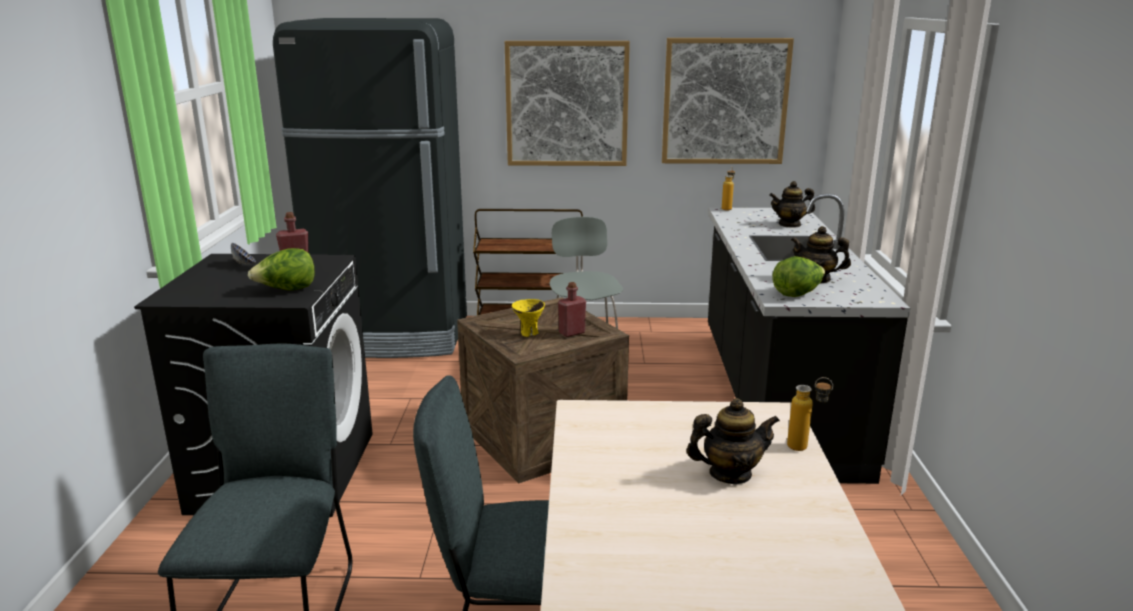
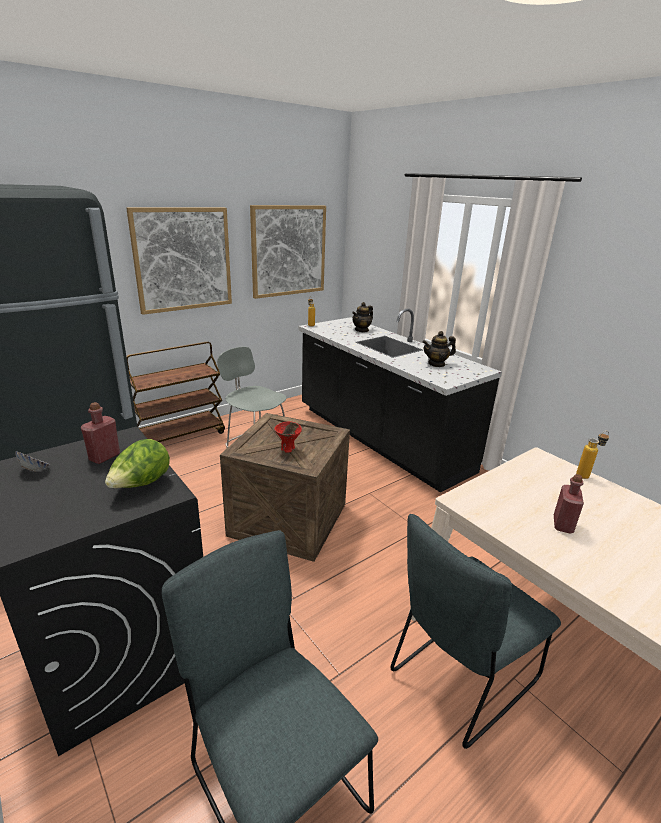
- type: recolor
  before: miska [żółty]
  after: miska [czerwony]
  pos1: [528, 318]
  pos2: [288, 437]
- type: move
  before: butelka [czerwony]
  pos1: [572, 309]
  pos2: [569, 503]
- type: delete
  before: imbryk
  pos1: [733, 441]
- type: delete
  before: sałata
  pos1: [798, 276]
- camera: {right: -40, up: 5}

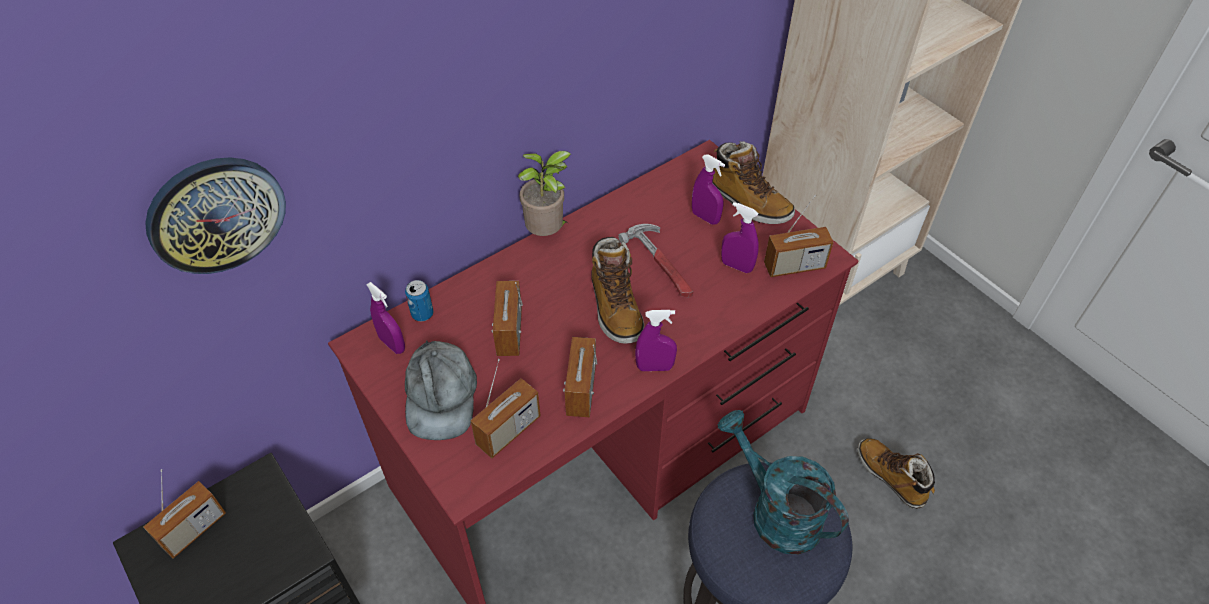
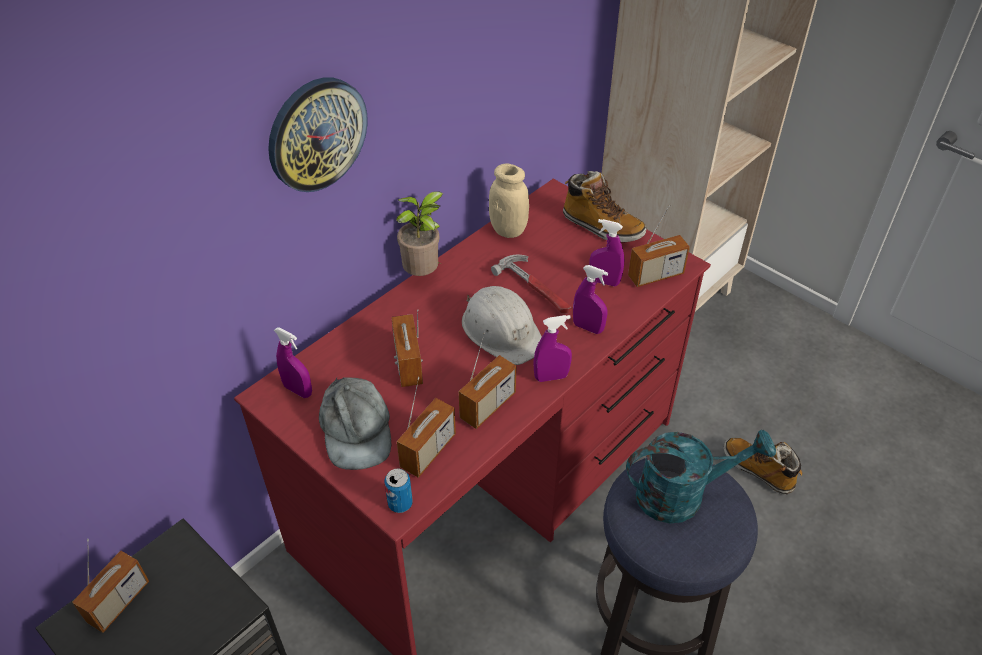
- type: move
  before: zegar ścienny
  pos1: [215, 215]
  pos2: [318, 134]
- type: move
  before: puszka
  pos1: [419, 300]
  pos2: [399, 490]
- type: rotate
  before: radio
  pos1: [580, 377]
  pos2: [487, 380]
  turn: -135
- type: replace
  before: but z cholewką
  after: kask [biały]
  pos1: [618, 290]
  pos2: [502, 325]
- type: insert
  after: słoik [beżowy]
  pos2: [509, 201]
- type: move
  before: spryskiwacz [fioletowy]
  pos1: [708, 190]
  pos2: [590, 299]
- type: rotate
  before: konewka [turkusowy]
  pos1: [783, 482]
  pos2: [701, 476]
  turn: 135
- camera: {right: -10, up: -5}

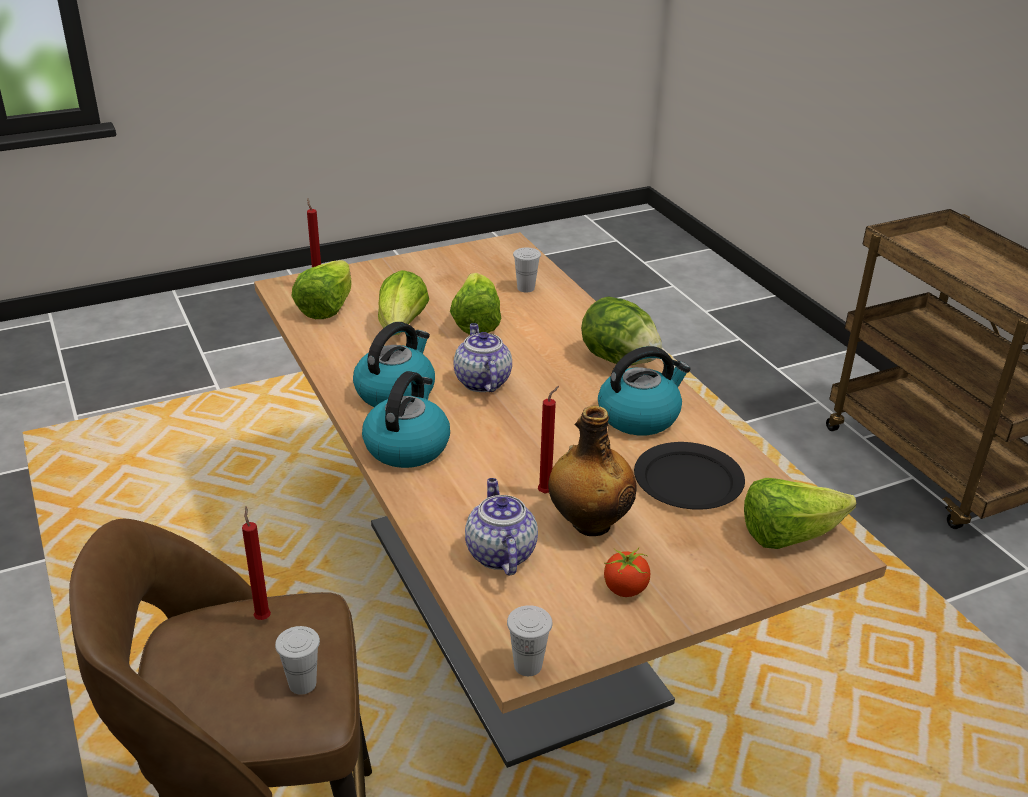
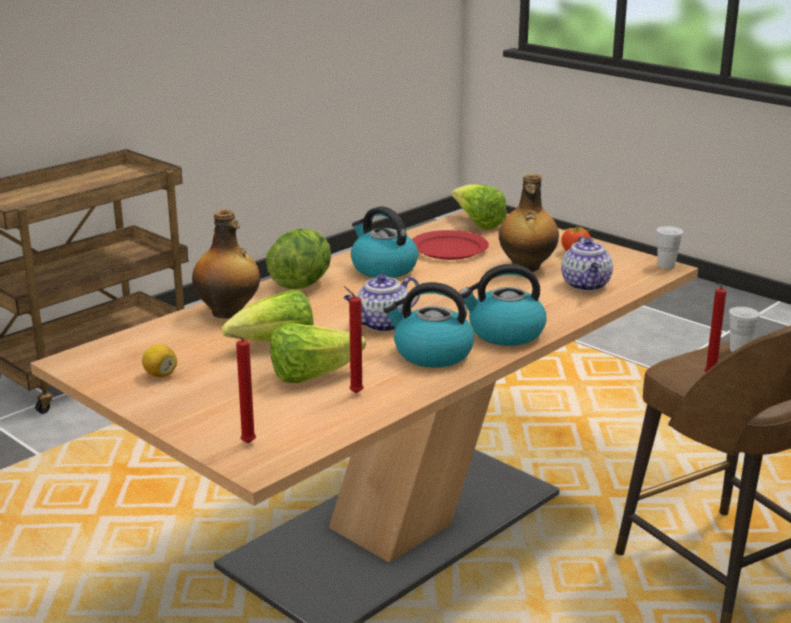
- type: insert
  after: cytryna
  pos2: [159, 360]
- type: insert
  after: butelka
  pos2: [226, 264]
- type: move
  before: świeca [czerwony]
  pos1: [548, 439]
  pos2: [354, 339]
- type: recolor
  before: talerz [czarny]
  after: talerz [czerwony]
  pos1: [689, 476]
  pos2: [450, 245]
- type: rotate
  before: imbryk
  pos1: [501, 527]
  pos2: [587, 263]
  turn: -60
- type: delete
  before: sałata
  pos1: [321, 289]
- type: delete
  before: filiżanka [biały]
  pos1: [527, 270]
- camera: {right: -110, up: -10}

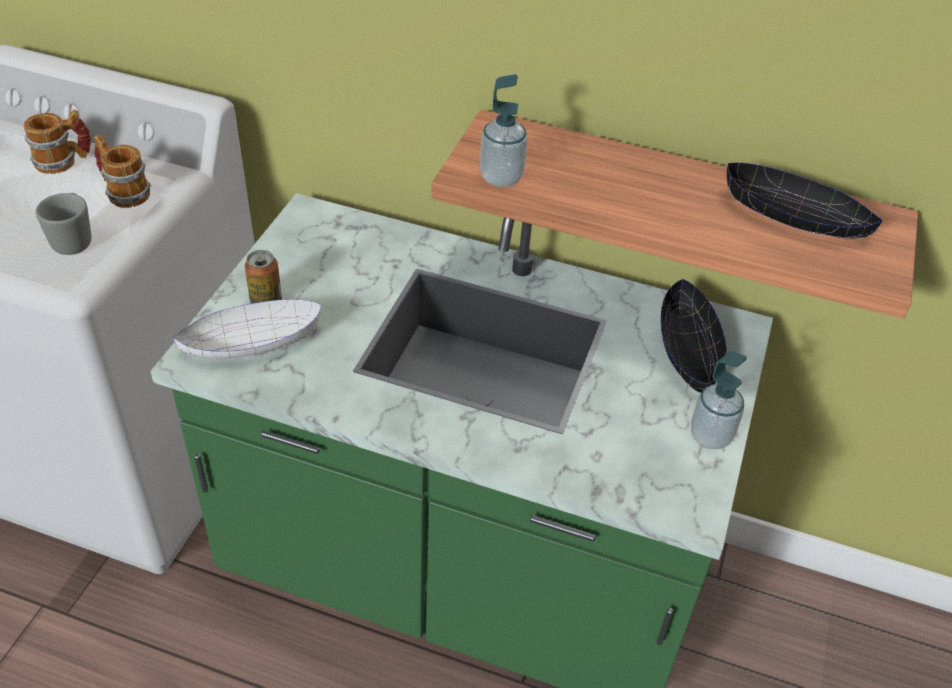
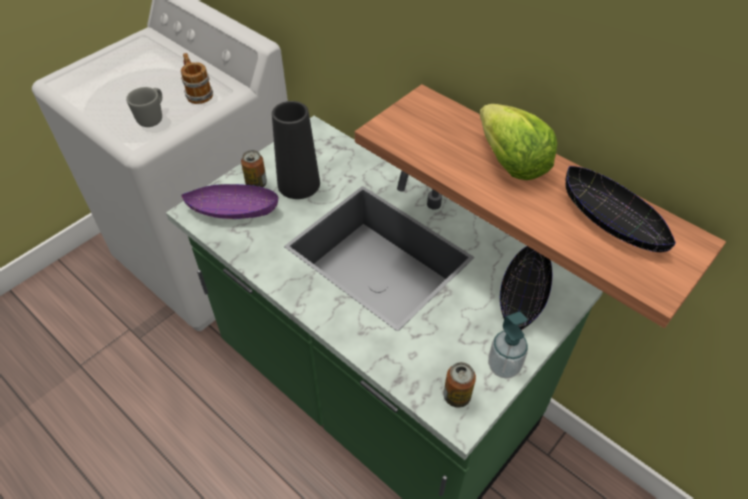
- type: recolor
  before: miska [biały]
  after: miska [fioletowy]
  pos1: [247, 328]
  pos2: [229, 201]
- type: insert
  after: wazon [czarny]
  pos2: [296, 150]
- type: insert
  after: puszka
  pos2: [459, 385]
- type: insert
  after: sałata
  pos2: [518, 142]
- type: delete
  before: kubek
  pos1: [57, 142]
- type: delete
  before: dozownik mydła
  pos1: [504, 130]
- camera: {right: 25, up: 5}

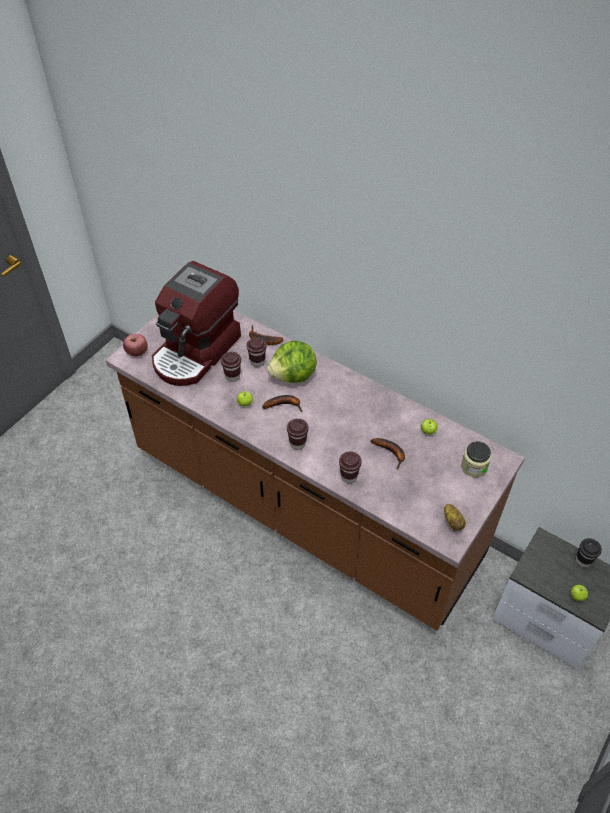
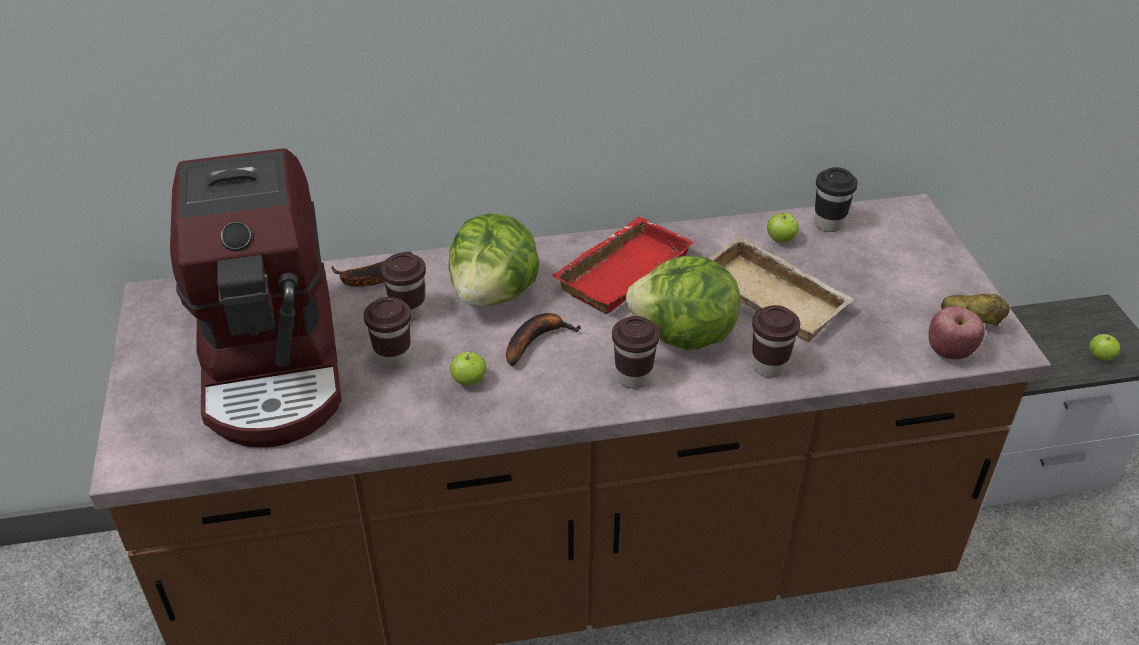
- type: insert
  after: taca [czerwony]
  pos2: [622, 265]
- type: insert
  after: sałata
  pos2: [683, 303]
- type: replace
  before: banan
  after: taca [beżowy]
  pos1: [388, 453]
  pos2: [782, 289]
- type: move
  before: filiżanka [czarny]
  pos1: [589, 552]
  pos2: [836, 199]
- type: move
  before: jabłko
  pos1: [135, 345]
  pos2: [956, 332]
- type: delete
  before: słoik
  pos1: [476, 459]
- camera: {right: -45, up: -10}

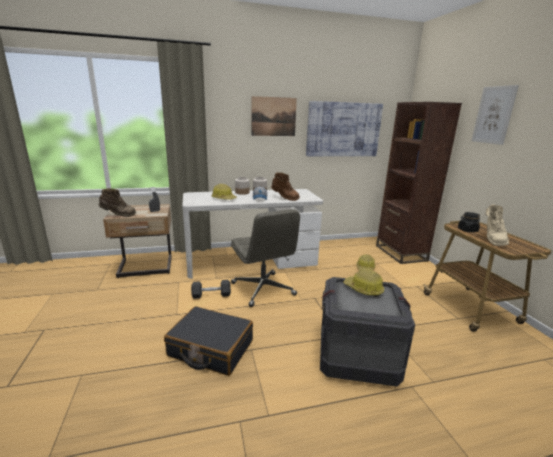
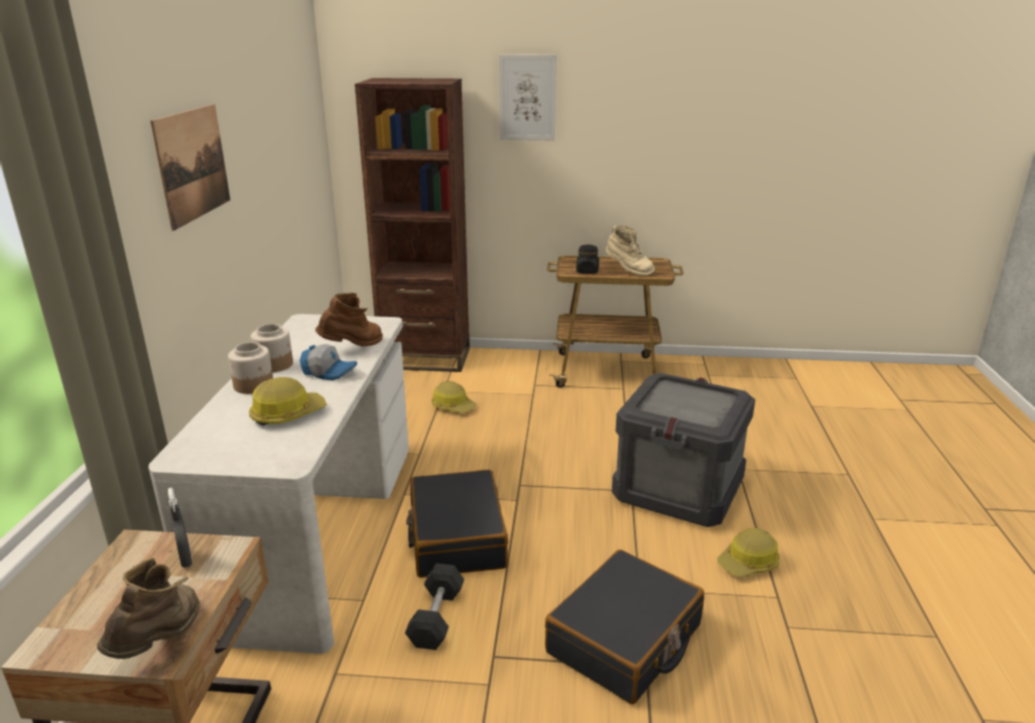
- type: replace
  before: krzesło biurowe [szary]
  after: walizka [czarny]
  pos1: [265, 258]
  pos2: [457, 524]
- type: move
  before: kask
  pos1: [363, 283]
  pos2: [748, 552]
- type: delete
  before: obraz
  pos1: [344, 128]
- camera: {right: -70, up: 5}

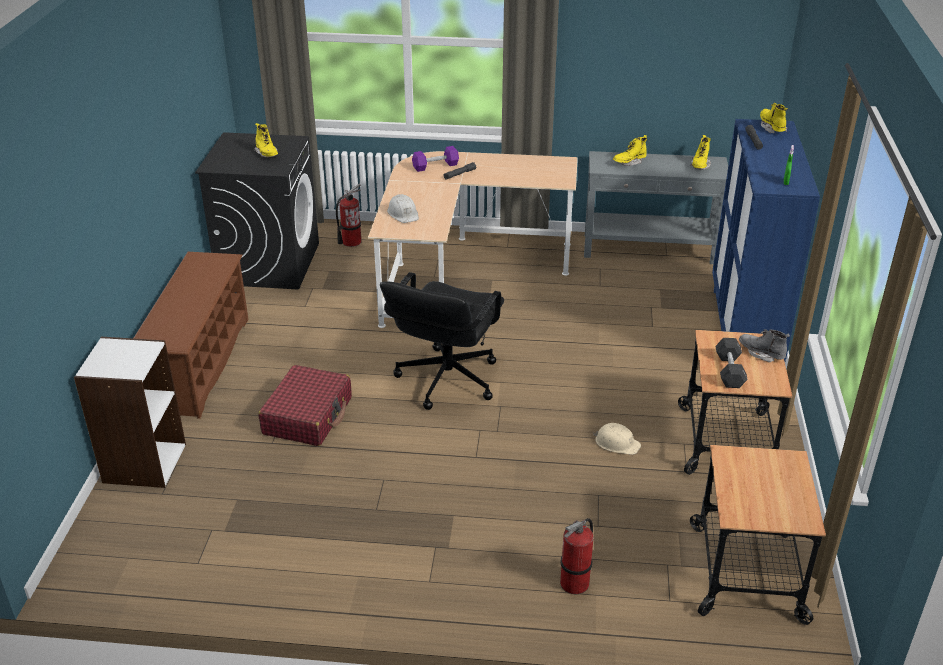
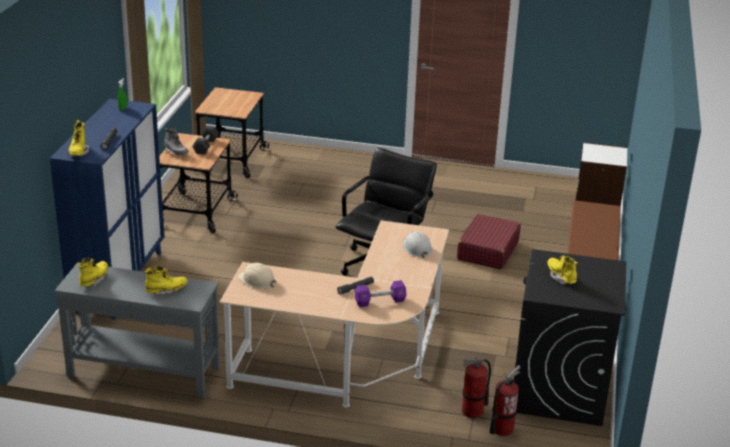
- type: move
  before: kask [beżowy]
  pos1: [617, 439]
  pos2: [256, 276]
- type: move
  before: gaśnica
  pos1: [577, 556]
  pos2: [505, 400]
- camera: {right: -175, up: -5}

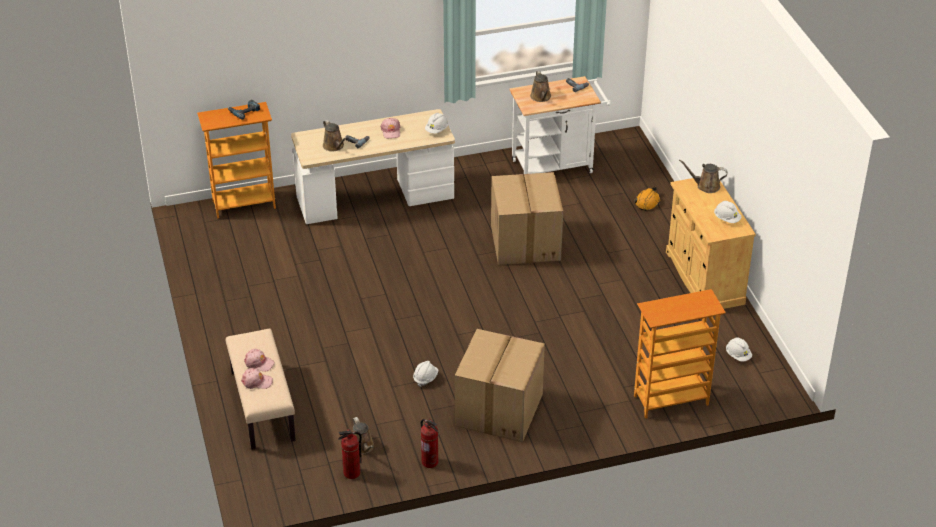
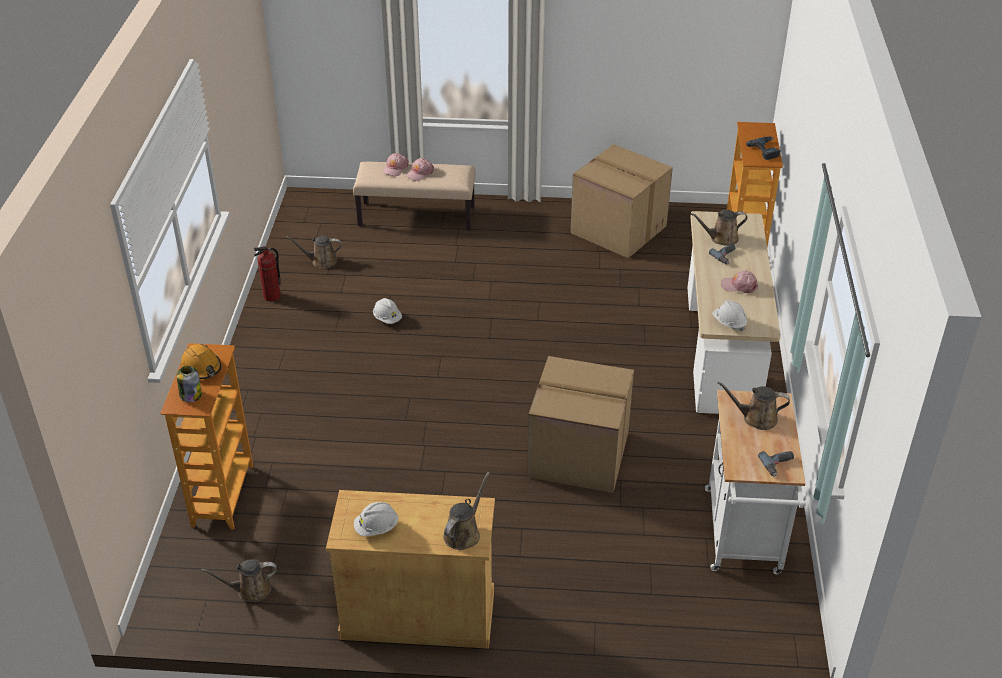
- type: insert
  after: słoik
  pos2: [189, 384]
- type: move
  before: kask [pomarańczowy]
  pos1: [647, 198]
  pos2: [201, 361]
- type: replace
  before: kask [biały]
  after: konewka [brązowy]
  pos1: [739, 349]
  pos2: [238, 580]
- type: move
  before: karton
  pos1: [500, 385]
  pos2: [621, 201]
- type: delete
  before: gaśnica
  pos1: [350, 454]
- camera: {right: 110, up: 0}

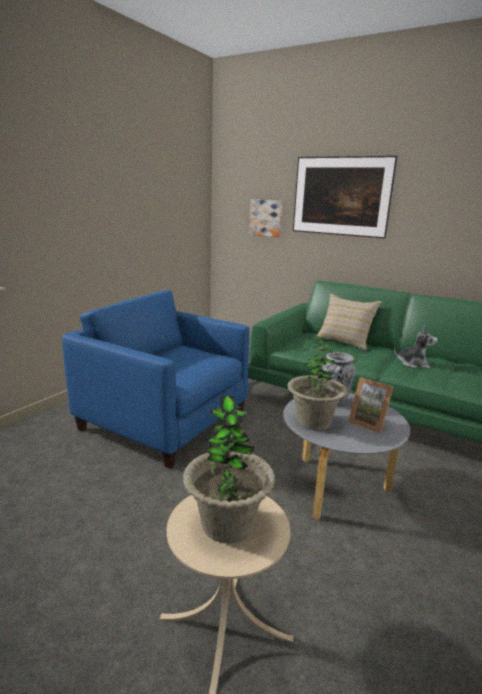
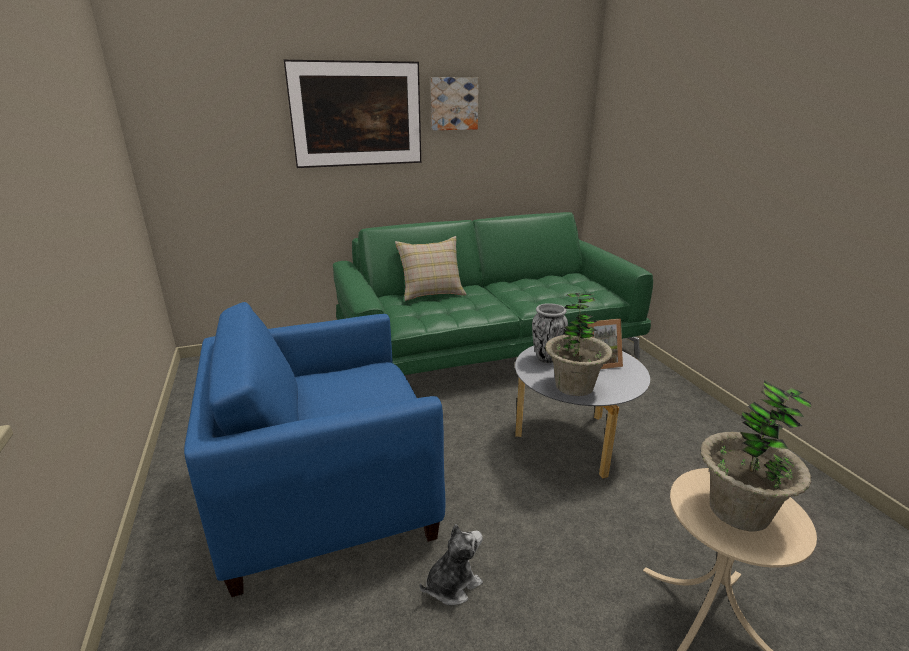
- type: move
  before: pluszak
  pos1: [416, 347]
  pos2: [451, 564]
- type: move
  before: obraz
  pos1: [266, 218]
  pos2: [455, 103]
- camera: {right: -50, up: 5}

